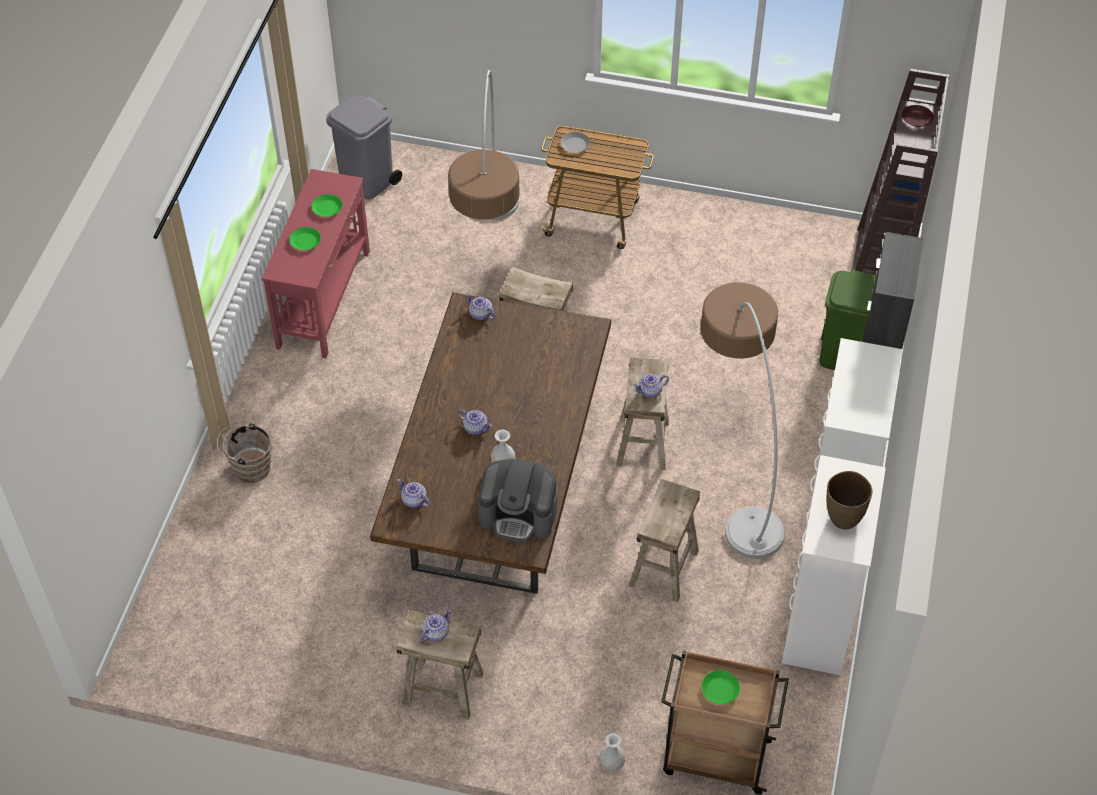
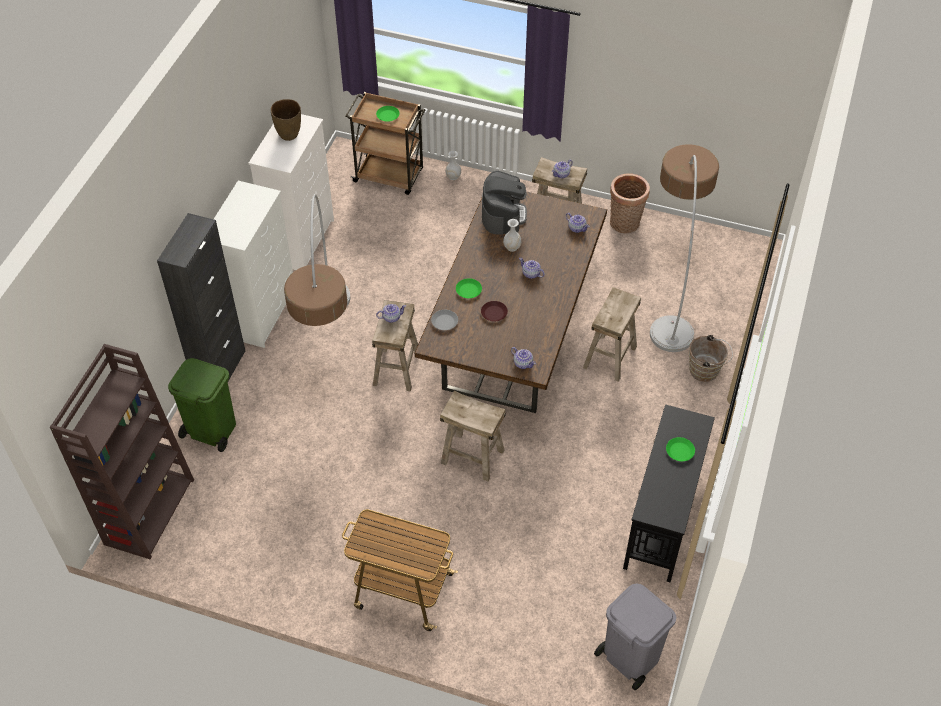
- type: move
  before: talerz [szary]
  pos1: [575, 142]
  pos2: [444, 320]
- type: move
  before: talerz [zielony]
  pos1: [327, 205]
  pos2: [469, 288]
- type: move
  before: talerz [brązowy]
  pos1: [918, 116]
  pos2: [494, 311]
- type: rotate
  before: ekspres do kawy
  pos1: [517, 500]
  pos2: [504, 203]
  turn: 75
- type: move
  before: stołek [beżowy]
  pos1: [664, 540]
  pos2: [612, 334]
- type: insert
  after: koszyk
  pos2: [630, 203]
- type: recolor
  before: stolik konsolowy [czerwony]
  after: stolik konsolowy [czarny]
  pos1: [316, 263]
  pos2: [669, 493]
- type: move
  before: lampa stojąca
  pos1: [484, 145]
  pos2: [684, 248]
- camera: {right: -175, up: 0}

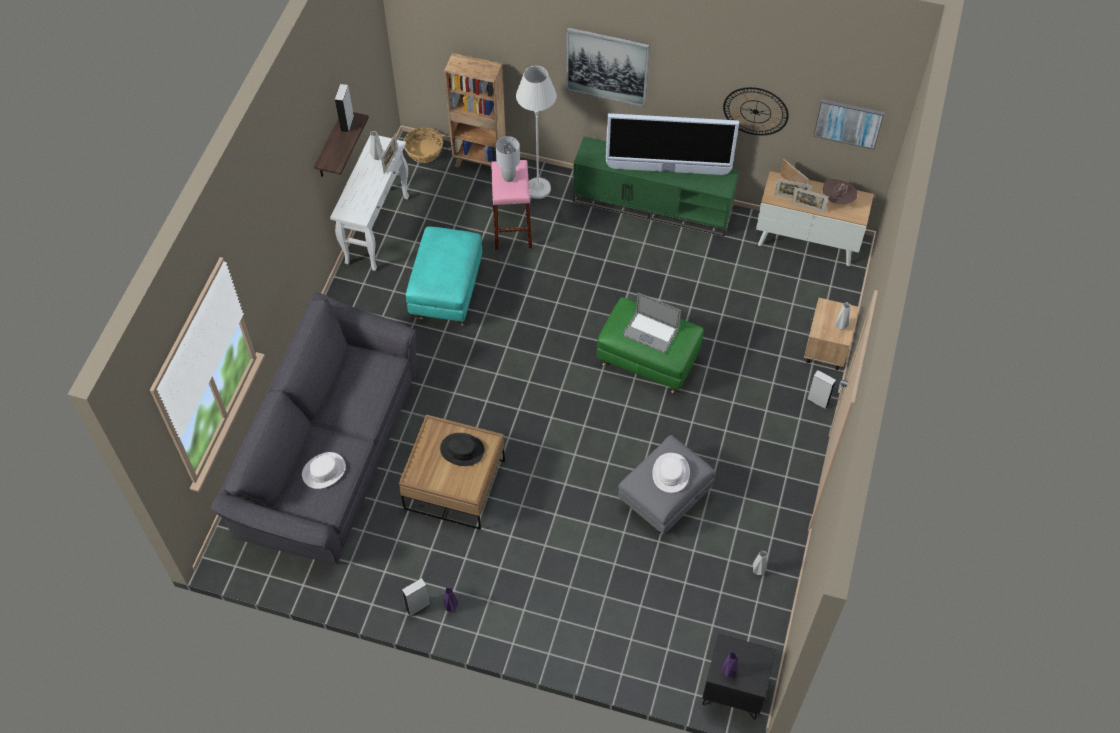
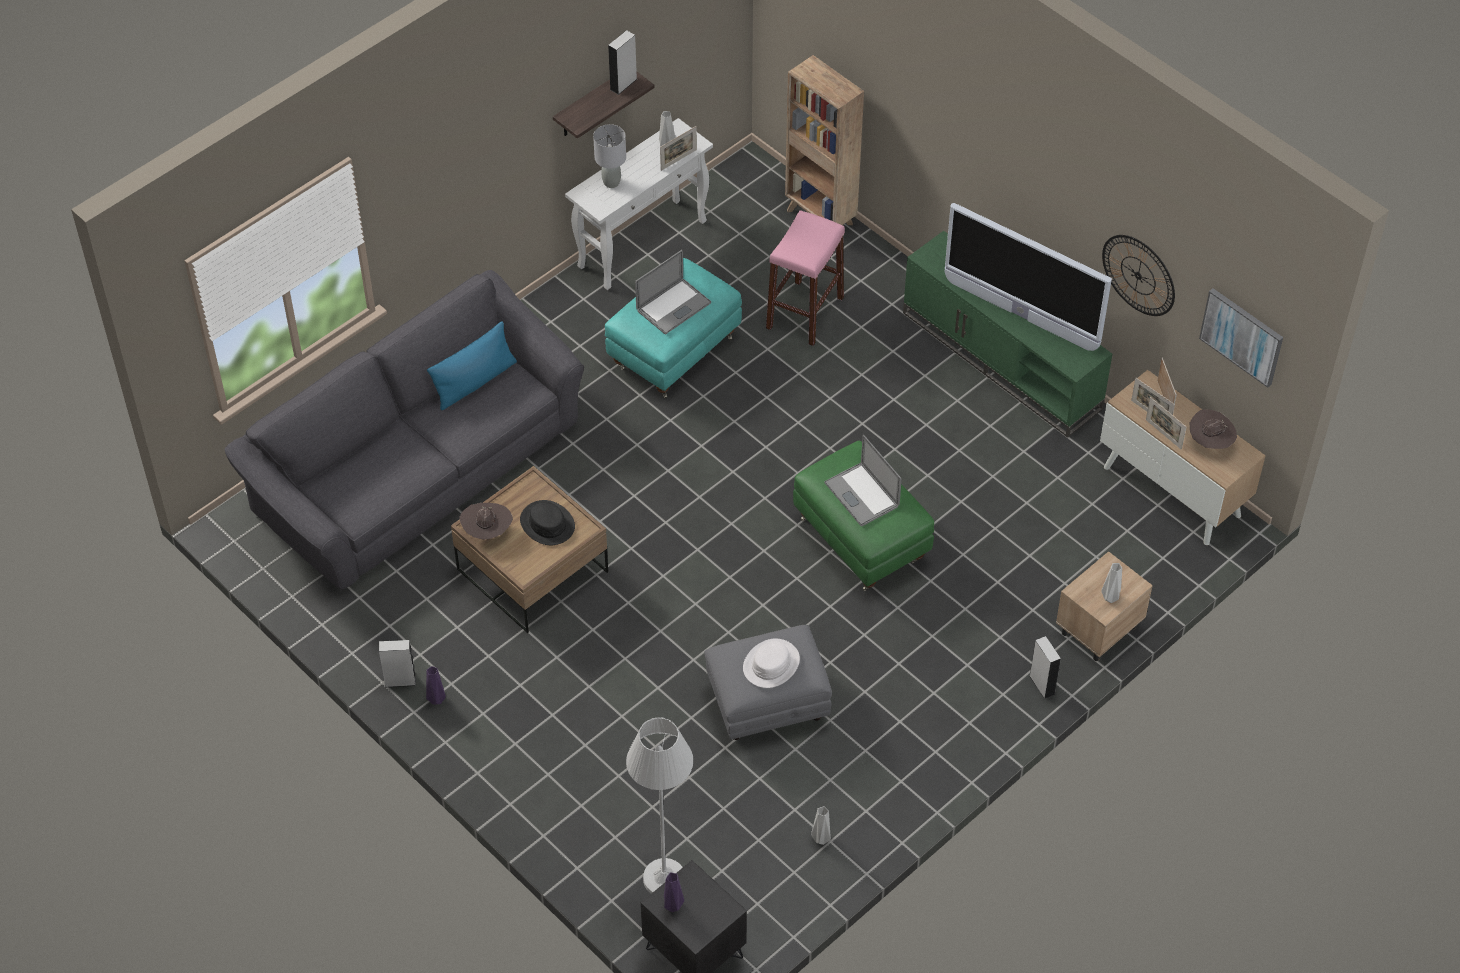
- type: insert
  after: poduszka [niebieski]
  pos2: [472, 365]
- type: insert
  after: kapelusz [brązowy]
  pos2: [486, 521]
- type: move
  before: lampa stołowa [szary]
  pos1: [508, 159]
  pos2: [609, 156]
- type: move
  before: lampa stojąca [biały]
  pos1: [536, 132]
  pos2: [659, 805]
- type: insert
  after: laptop
  pos2: [673, 292]
- type: delete
  before: kapelusz [biały]
  pos1: [324, 470]
- type: delete
  before: koszyk
  pos1: [423, 145]
- type: delete
  before: obraz
  pos1: [608, 67]
- camera: {right: 30, up: -5}

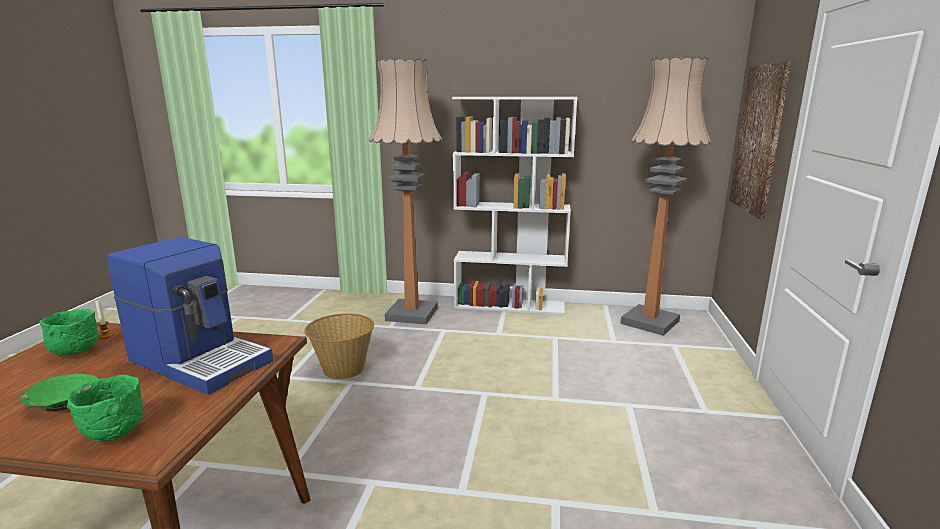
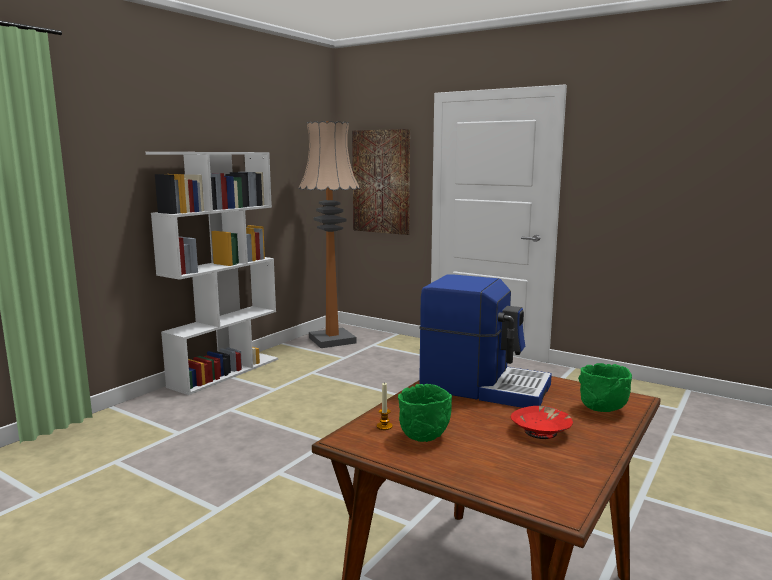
- type: rotate
  before: ekspres do kawy
  pos1: [190, 316]
  pos2: [485, 341]
  turn: 60
- type: recolor
  before: miska [zielony]
  after: miska [czerwony]
  pos1: [59, 392]
  pos2: [542, 422]
- type: delete
  before: koszyk
  pos1: [339, 346]
- type: delete
  before: lampa stojąca
  pos1: [405, 191]
- camera: {right: -65, up: -5}

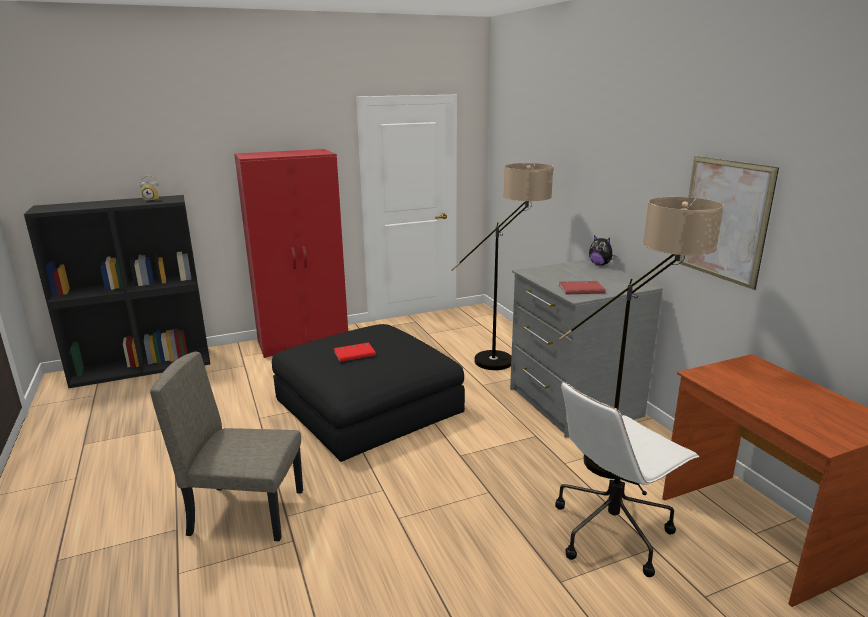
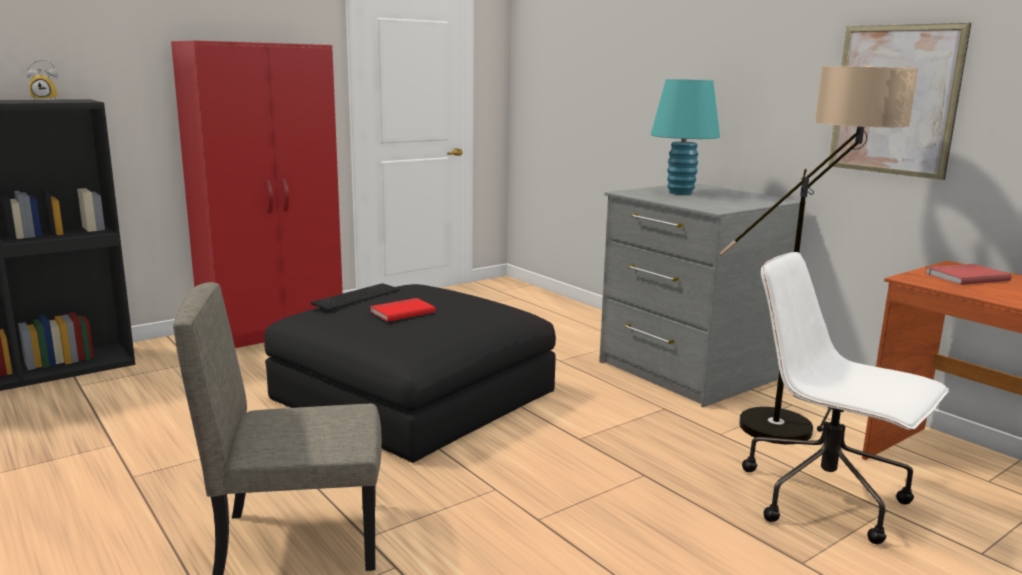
- type: insert
  after: klawiatura
  pos2: [355, 296]
- type: insert
  after: lampa stołowa [turkusowy]
  pos2: [685, 137]
- type: rotate
  before: krzesło biurowe [biały]
  pos1: [627, 479]
  pos2: [845, 398]
  turn: 90
- type: move
  before: książka [czerwony]
  pos1: [582, 287]
  pos2: [968, 274]
- type: delete
  before: lampa stojąca
  pos1: [502, 266]
- type: delete
  before: pluszak
  pos1: [602, 250]
- camera: {right: -15, up: -5}

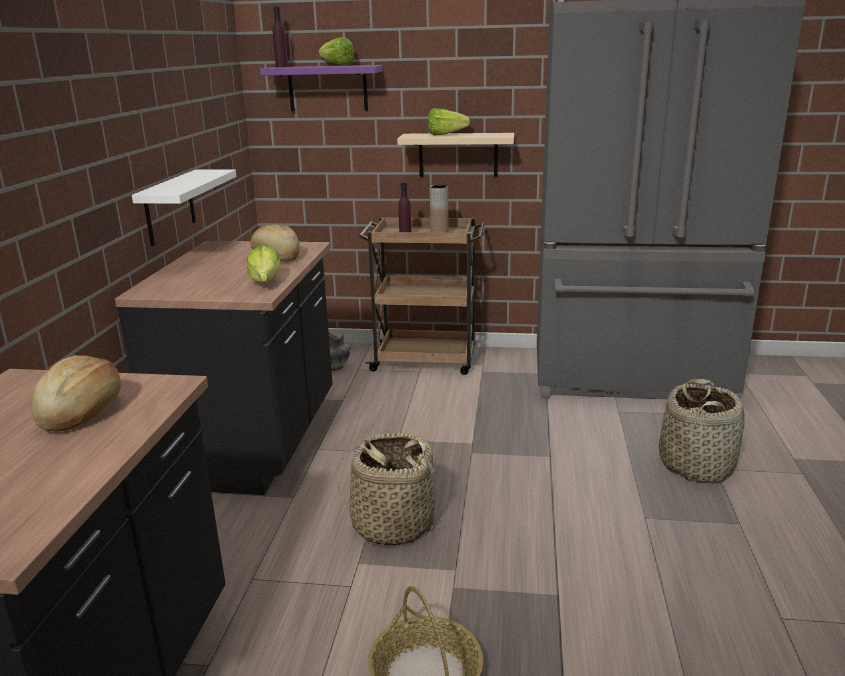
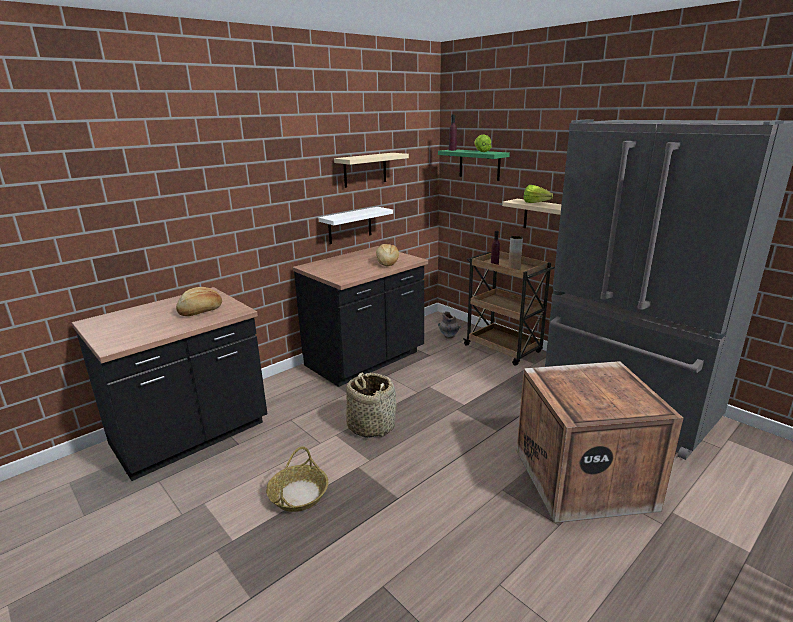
- type: insert
  after: półka [beżowy]
  pos2: [371, 170]
- type: recolor
  before: półka [fioletowy]
  after: półka [zielony]
  pos1: [321, 88]
  pos2: [474, 165]
- type: replace
  before: koszyk
  after: skrzynka
  pos1: [702, 431]
  pos2: [600, 442]
- type: delete
  before: sałata
  pos1: [264, 264]
- camera: {right: 40, up: 0}

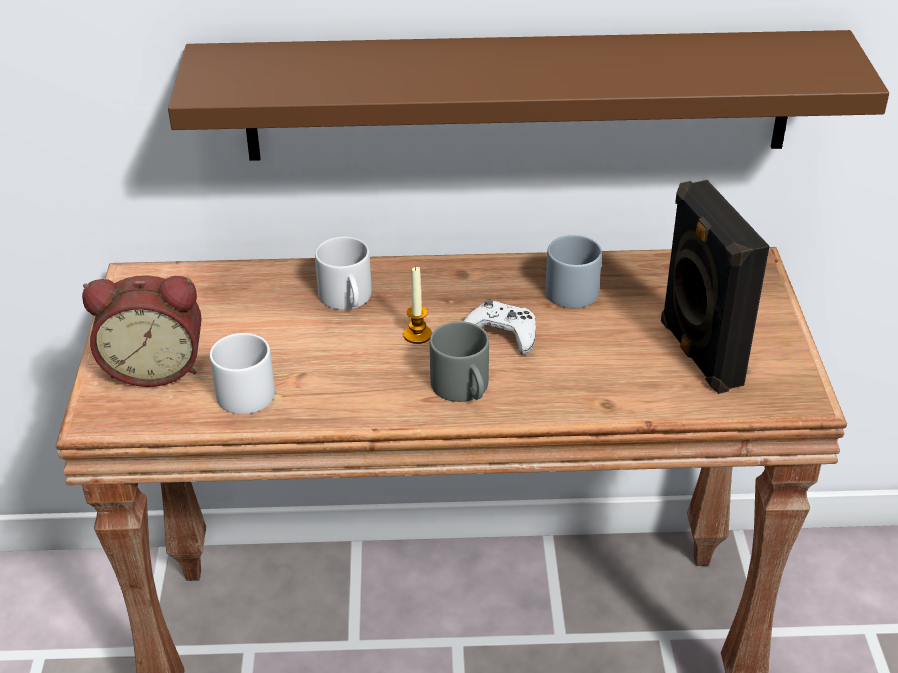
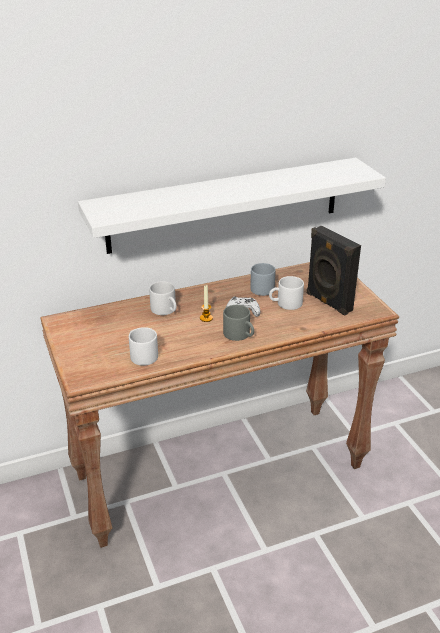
- type: recolor
  before: półka [brązowy]
  after: półka [biały]
  pos1: [528, 95]
  pos2: [232, 206]
- type: insert
  after: kubek [biały]
  pos2: [286, 293]
- type: delete
  before: budzik
  pos1: [142, 331]
- camera: {right: -20, up: -5}

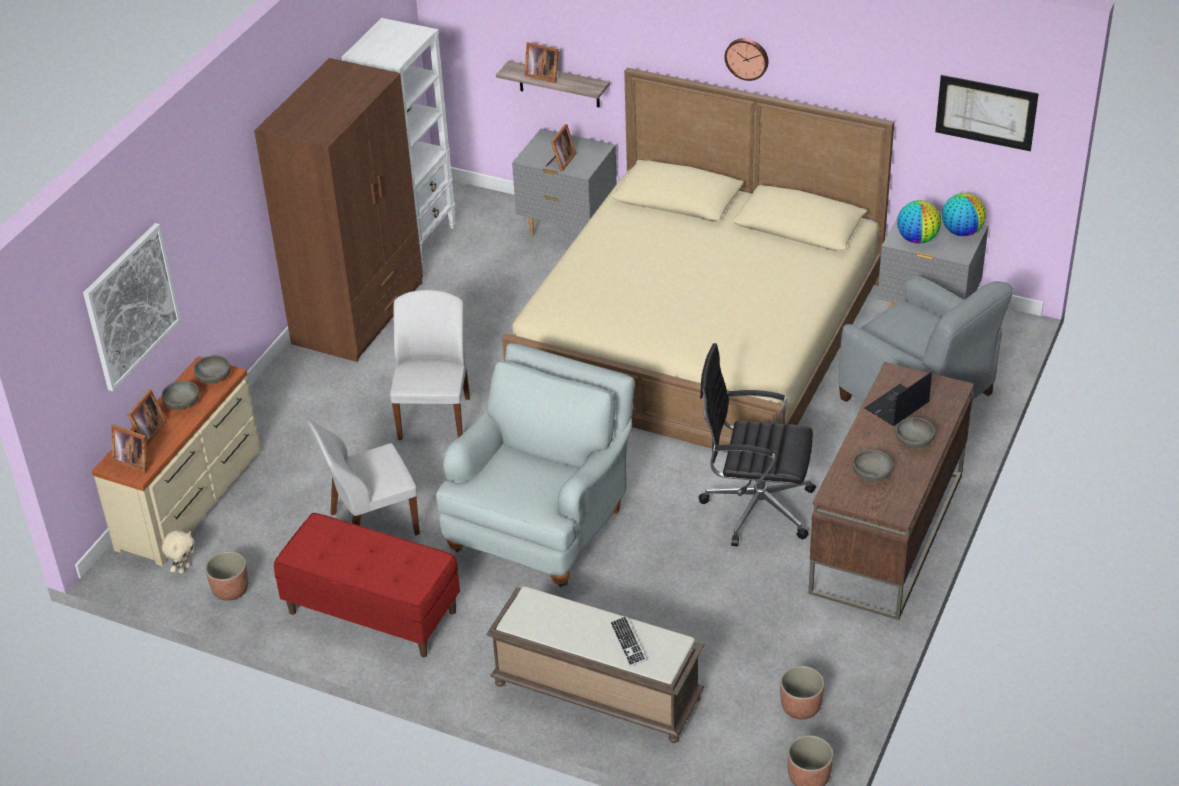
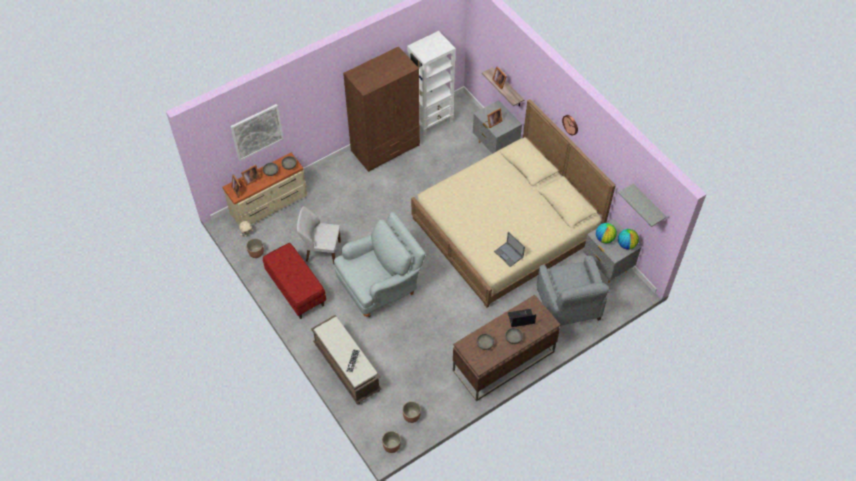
- type: insert
  after: laptop
  pos2: [509, 249]
- type: replace
  before: obraz
  after: półka [szary]
  pos1: [987, 113]
  pos2: [642, 205]
- type: delete
  before: krzesło [biały]
  pos1: [430, 365]
- type: delete
  before: krzesło biurowe [czarny]
  pos1: [757, 444]
- camera: {right: 30, up: 15}

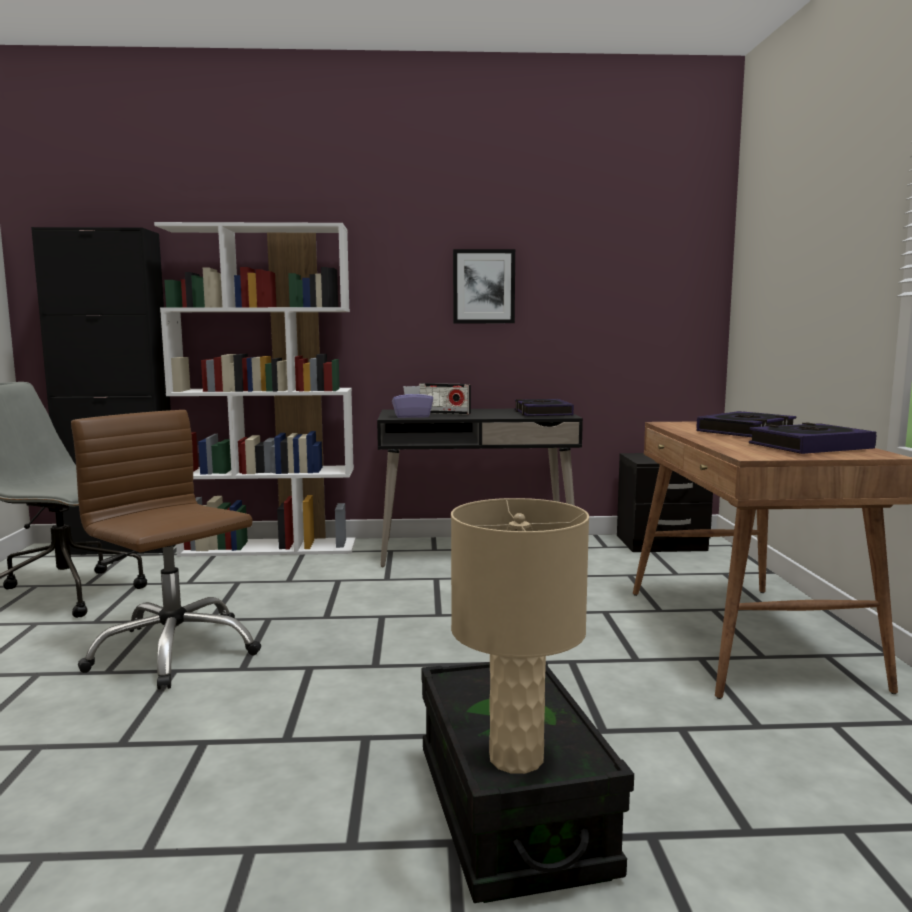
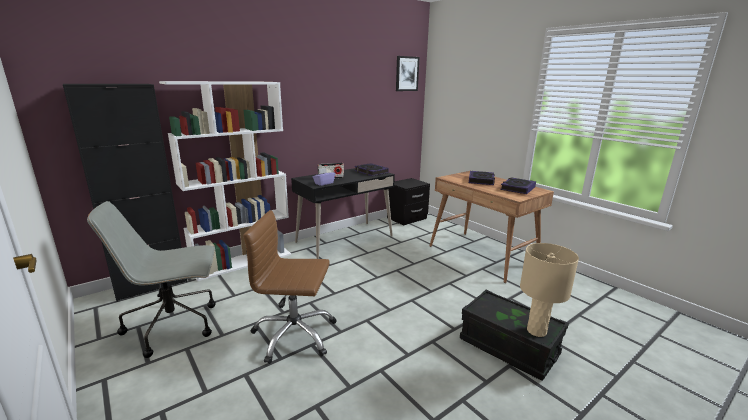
- type: move
  before: obraz
  pos1: [484, 286]
  pos2: [408, 73]
- camera: {right: -35, up: 10}

